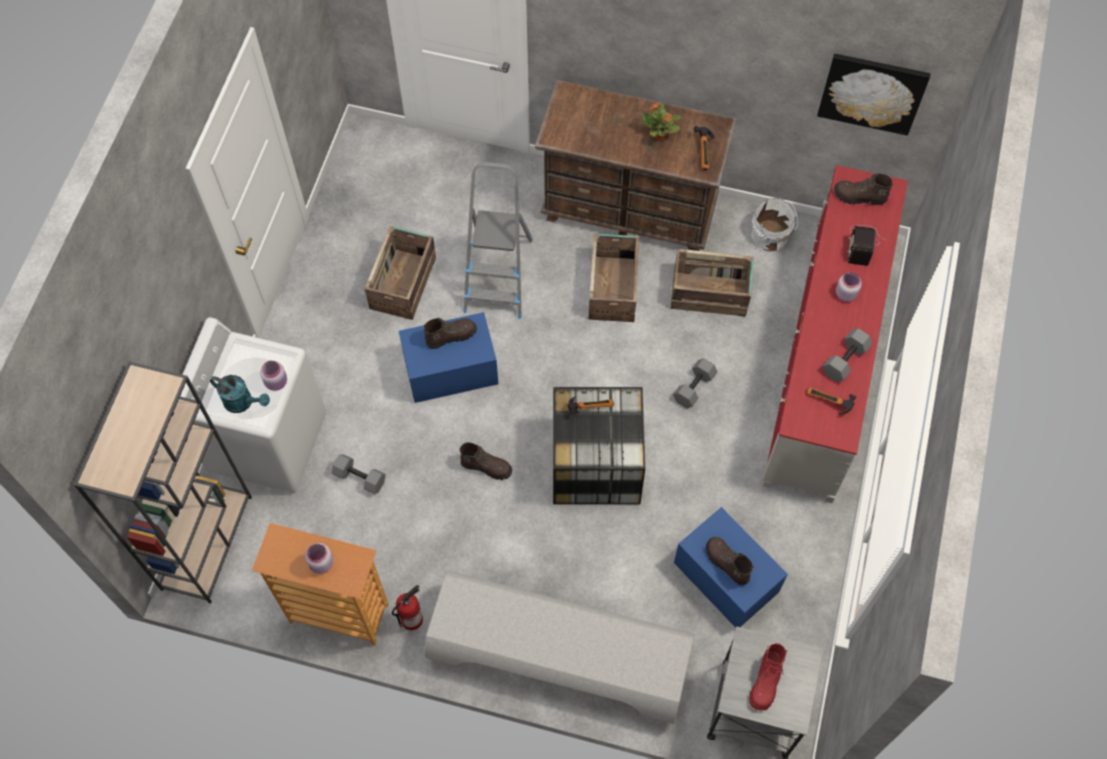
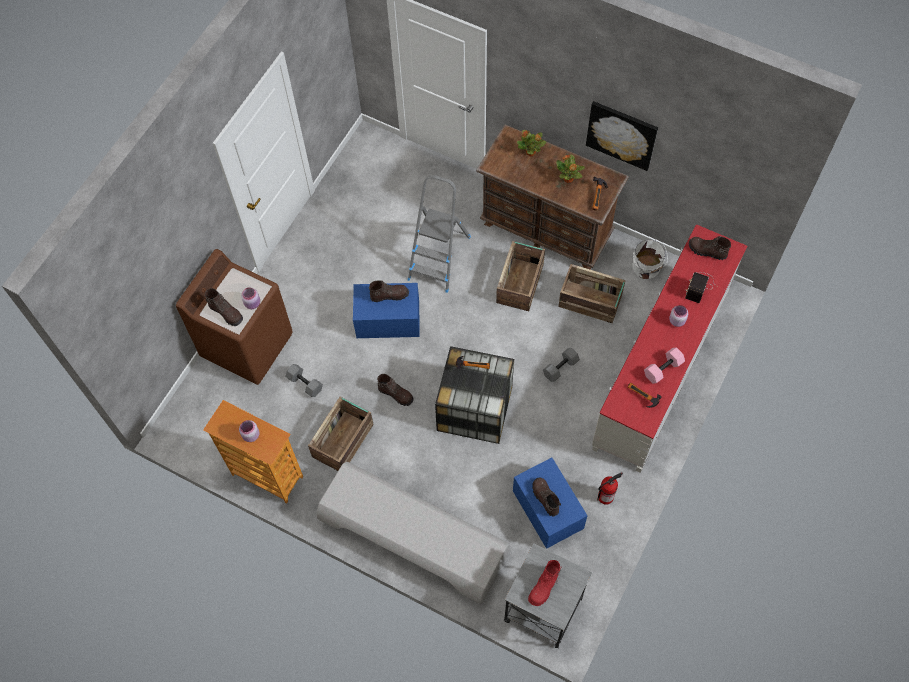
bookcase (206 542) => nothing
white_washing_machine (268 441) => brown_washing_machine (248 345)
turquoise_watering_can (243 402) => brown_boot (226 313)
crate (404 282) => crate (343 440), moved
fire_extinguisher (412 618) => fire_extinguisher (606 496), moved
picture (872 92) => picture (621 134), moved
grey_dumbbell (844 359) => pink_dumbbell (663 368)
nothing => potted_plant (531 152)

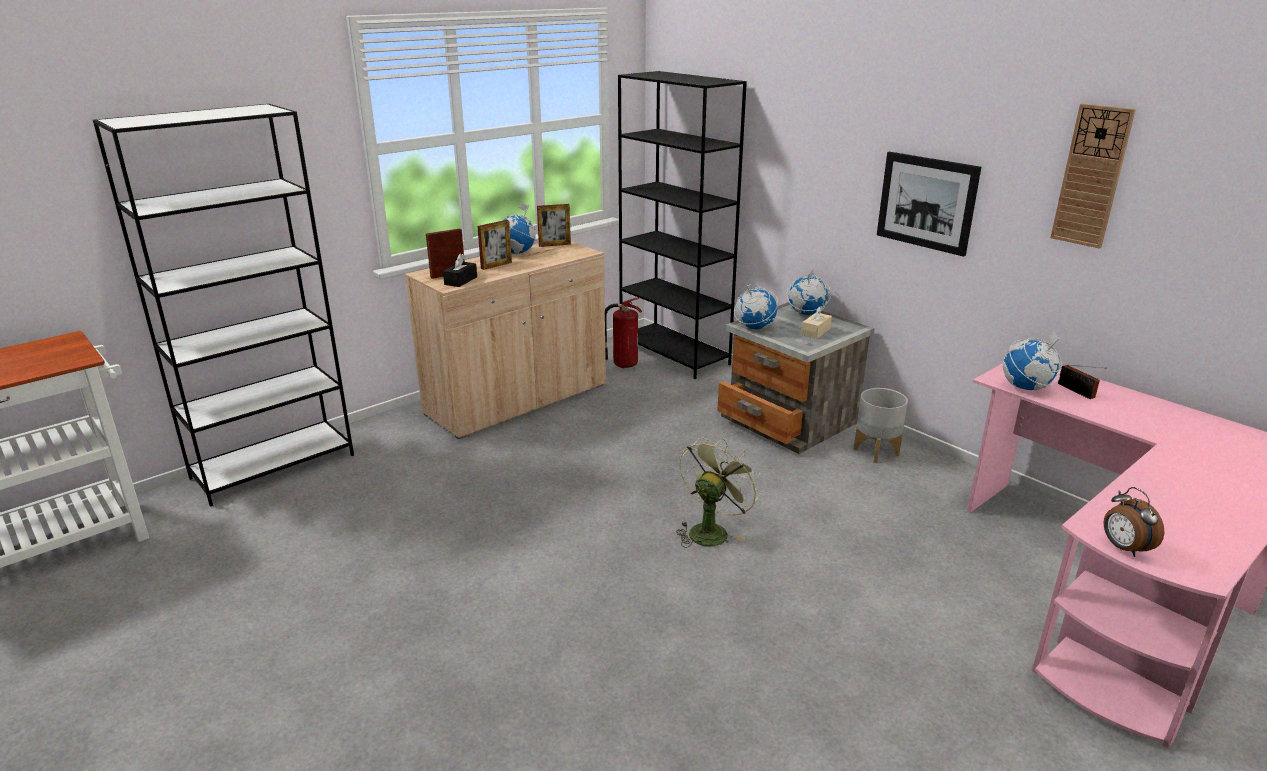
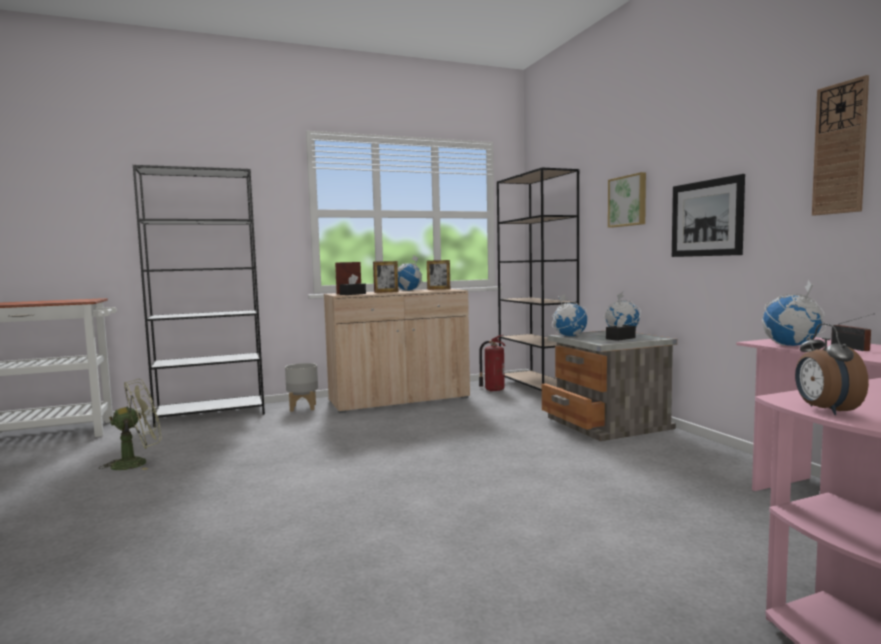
black_bookcase (675 354) => beige_bookcase (537 388)
green_fan (711 530) => green_fan (137 463), moved
beige_tissue_box (815 332) => black_tissue_box (620 338)
grey_planter (876 451) => grey_planter (303 408), moved
nothing => picture (628 201)

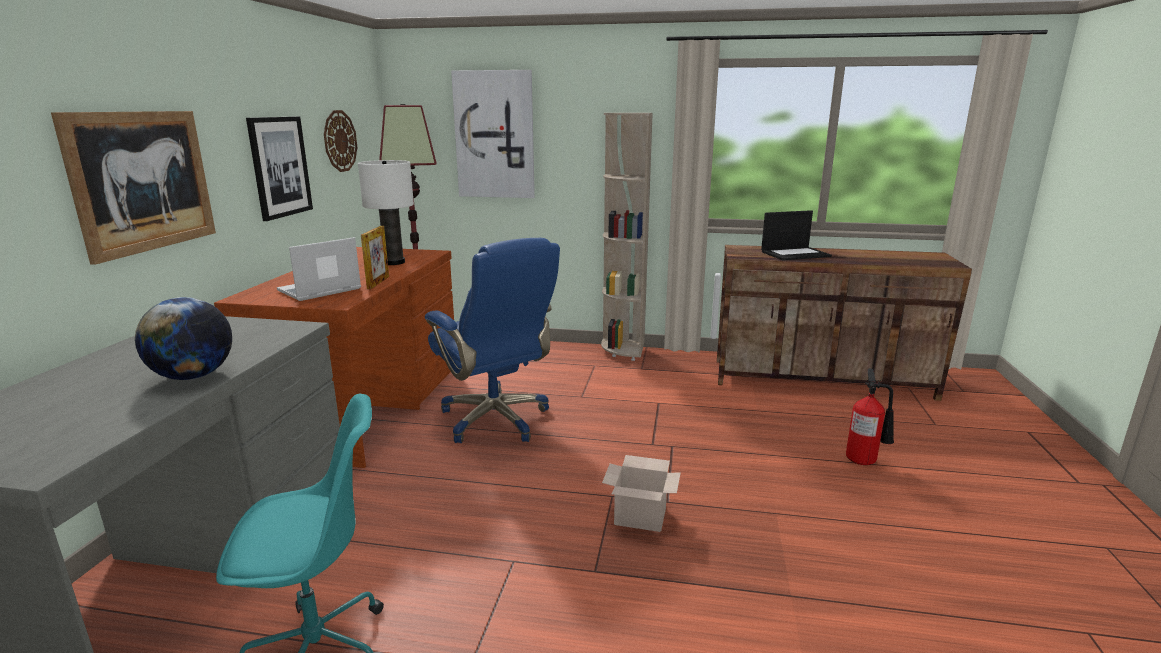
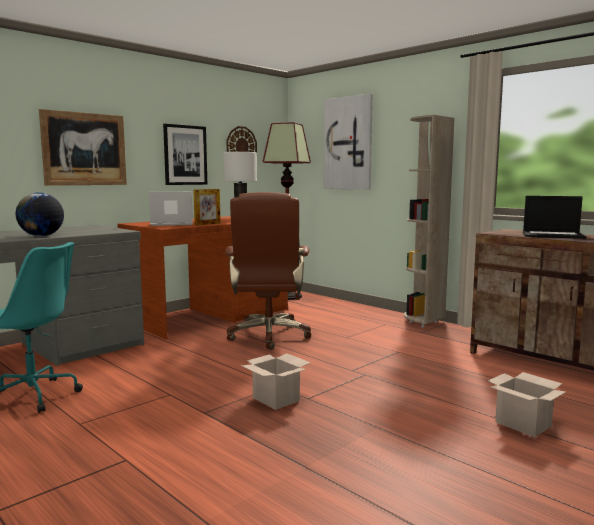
blue_office_chair (495 422) => brown_office_chair (268 337)
fire_extinguisher (864 460) => cardboard_box (524 424)

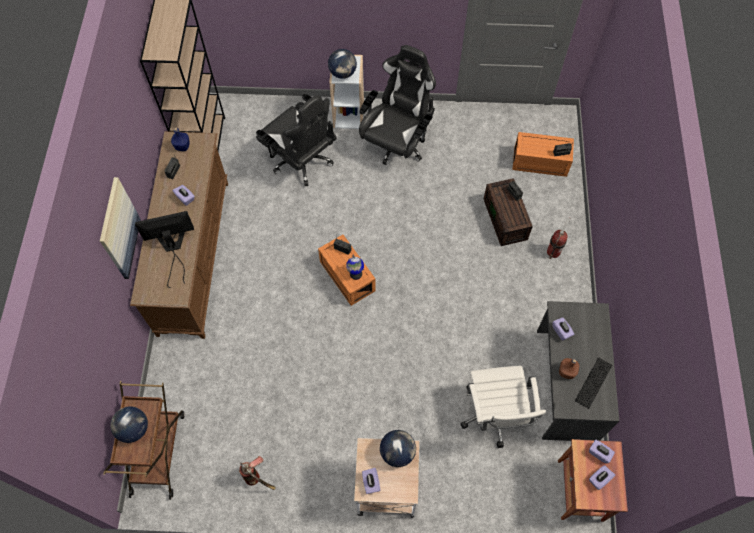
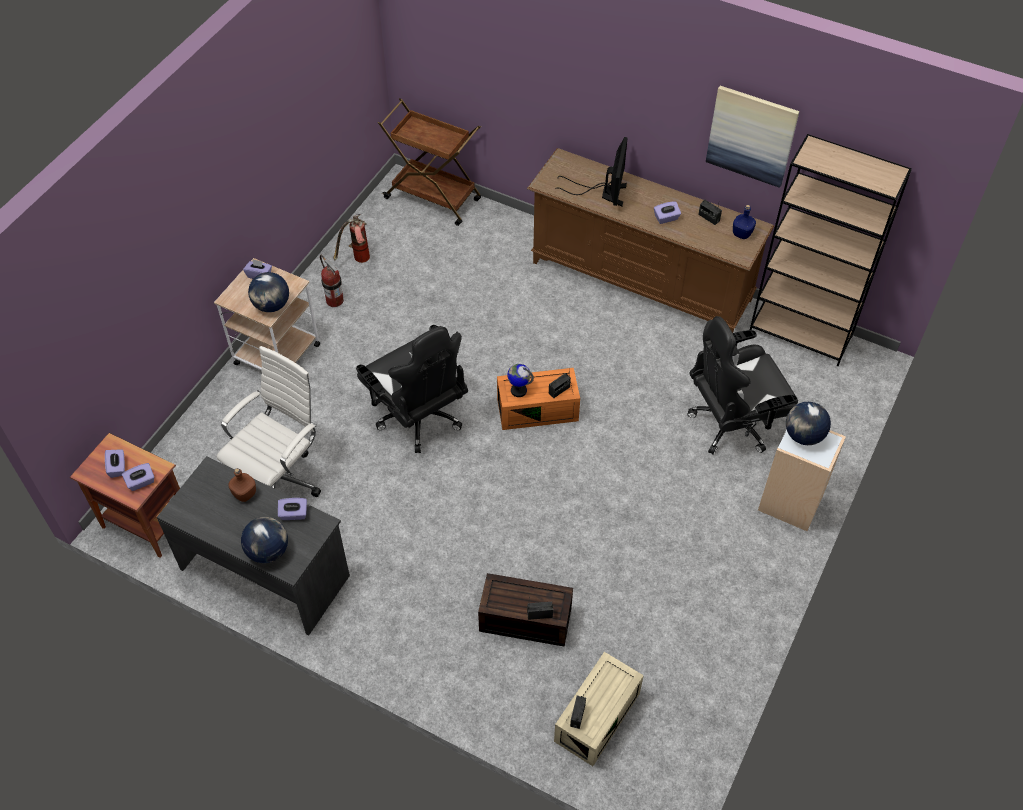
picture (119 229) => picture (751 135), moved
globe (133 429) => globe (268 551), moved
black_office_chair (397 145) => black_office_chair (416 414), moved
white_office_chair (494 416) => white_office_chair (280 480), 105 degrees clockwise
orange_storage_box (539 162) => beige_storage_box (596 715)
fire_extinguisher (553 251) => fire_extinguisher (334 300), moved
keyboard (593 382) => nothing

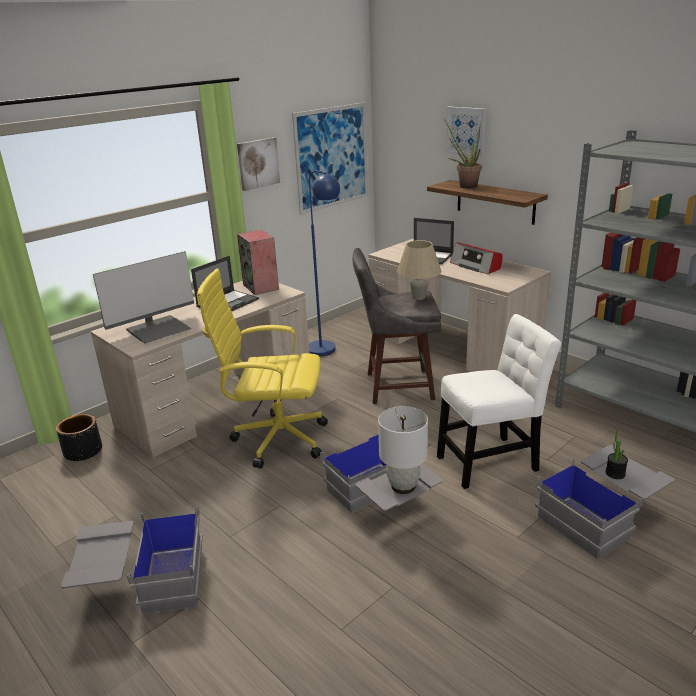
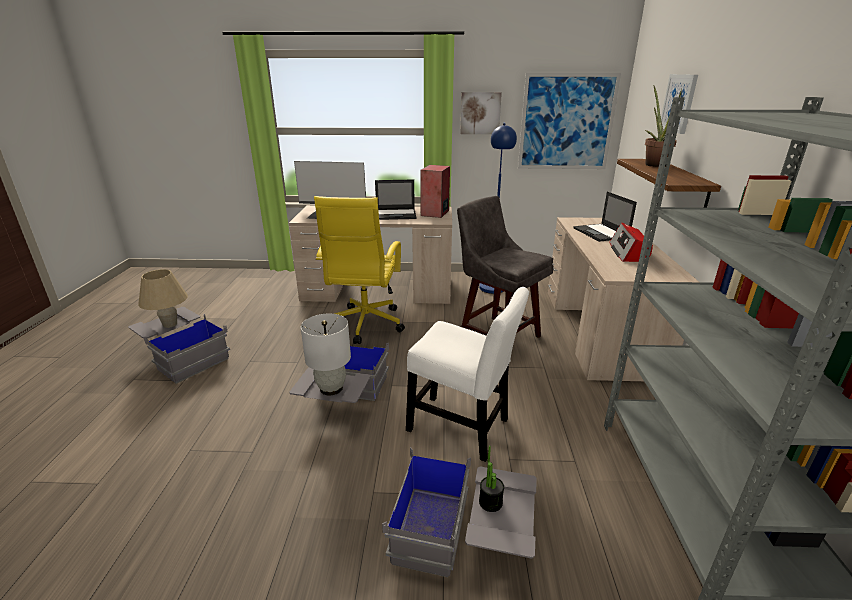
black_planter (83 451) => nothing
yellow_office_chair (275 439) => yellow_office_chair (365 326), 135 degrees counterclockwise
beige_table_lamp (419 297) => beige_table_lamp (170 324), moved

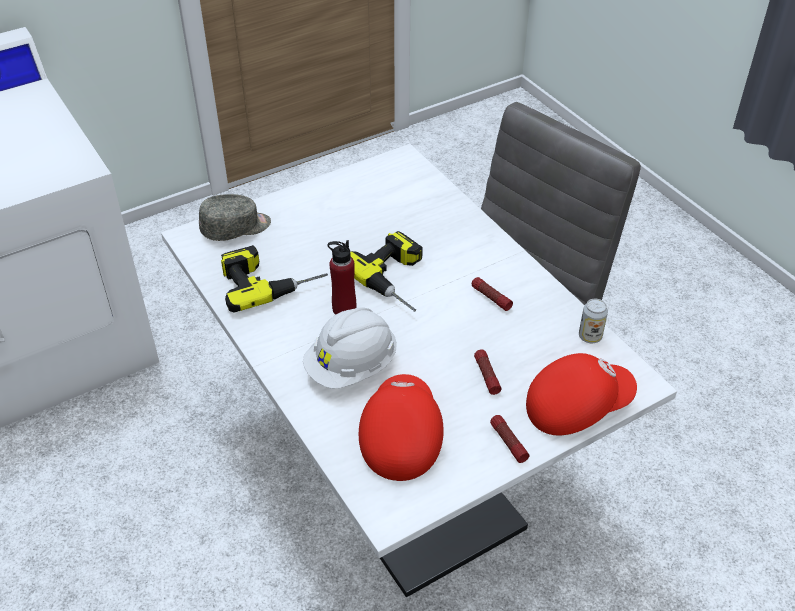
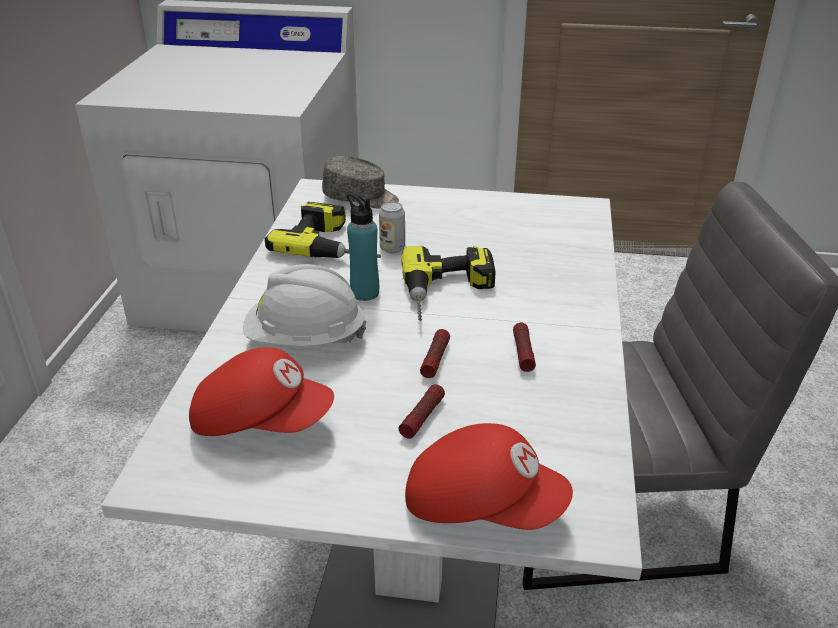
red_bottle (344 309) => turquoise_bottle (364 293)
red_cap (400 438) => red_cap (261 420), 60 degrees clockwise
flashlight (508 442) => flashlight (435 359), moved
can (590 336) => can (392 248), moved

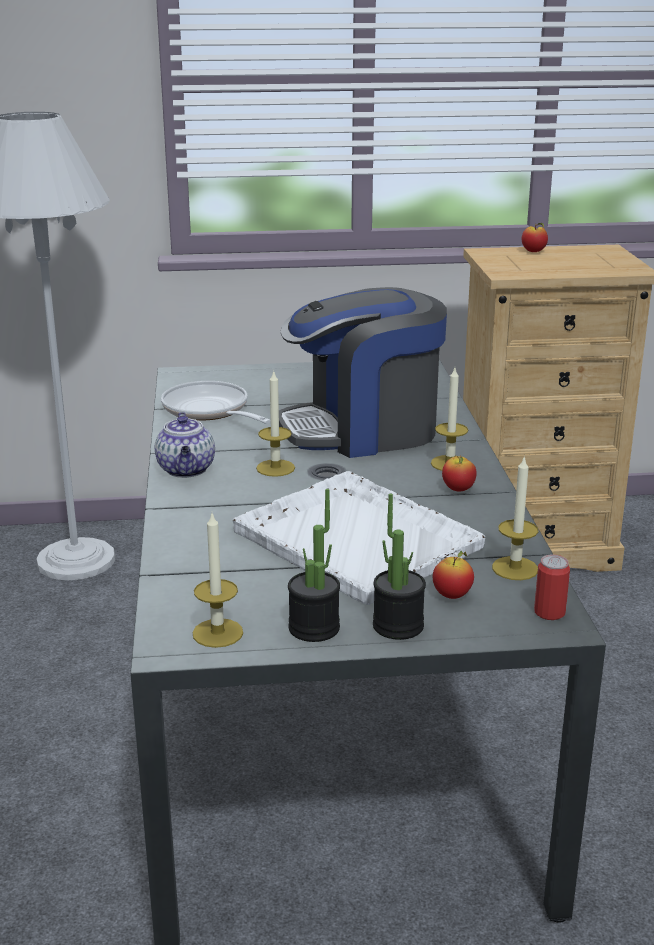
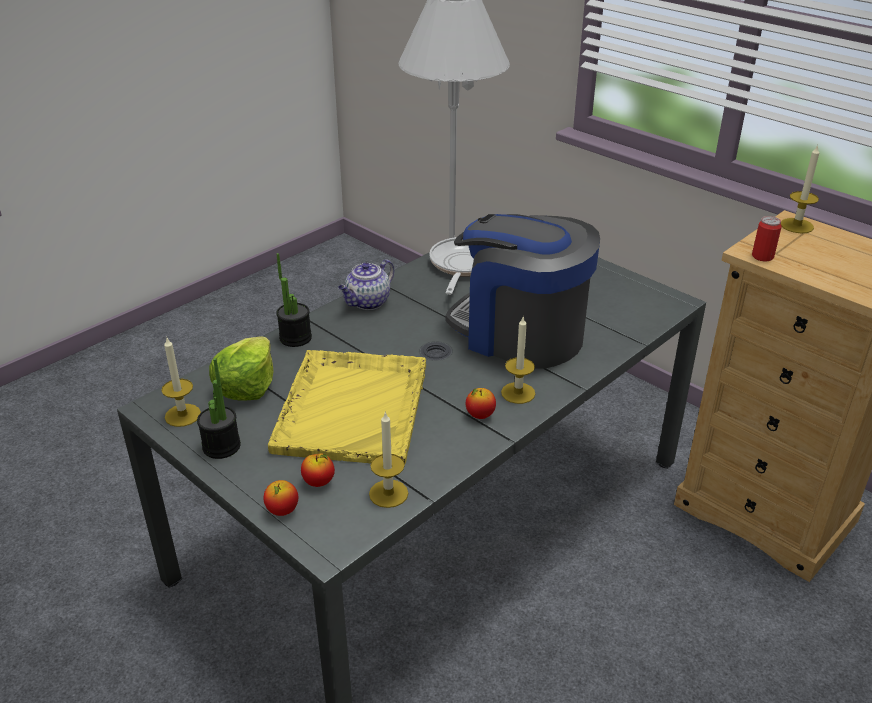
white_tray (355 538) => yellow_tray (353 407)
candle (275 468) => candle (797 225), moved
potted_plant (398 626) => potted_plant (295 338), moved
apple (533 252) => apple (282 511), moved
can (549 612) => can (762 256), moved
nothing => lettuce (246 386)

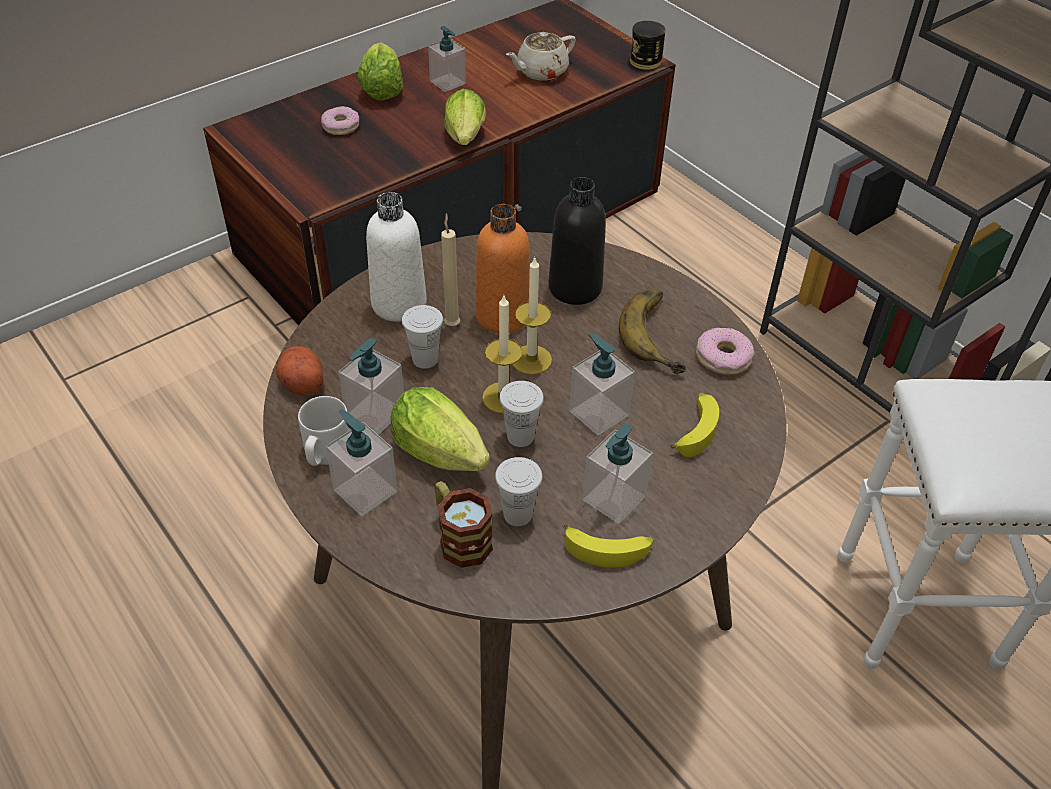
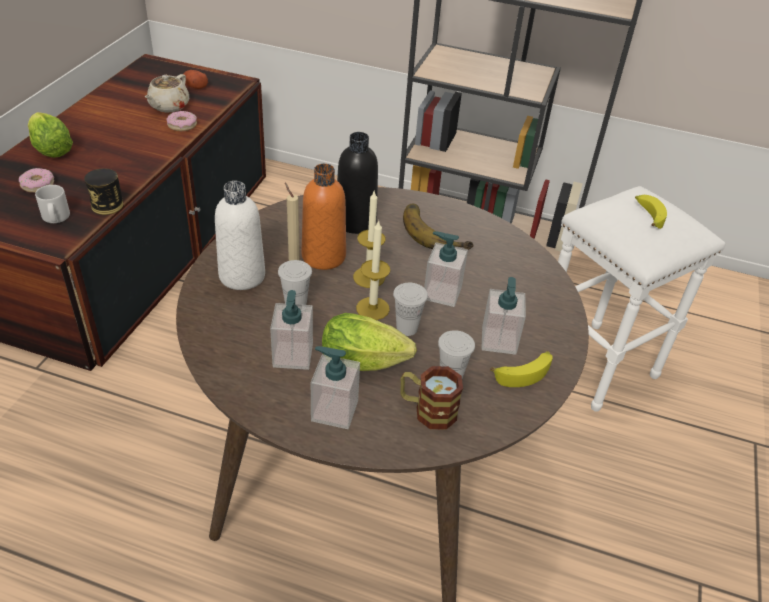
potato (301 381) => potato (195 86), moved
grey_mug (325 452) => grey_mug (56 218), moved
soap_dispenser (448 82) => nothing
lettuce (465 139) => nothing
can (645 61) => can (107 205), moved
banana (695 429) => banana (648 215), moved
donut (723 358) => donut (182 125), moved

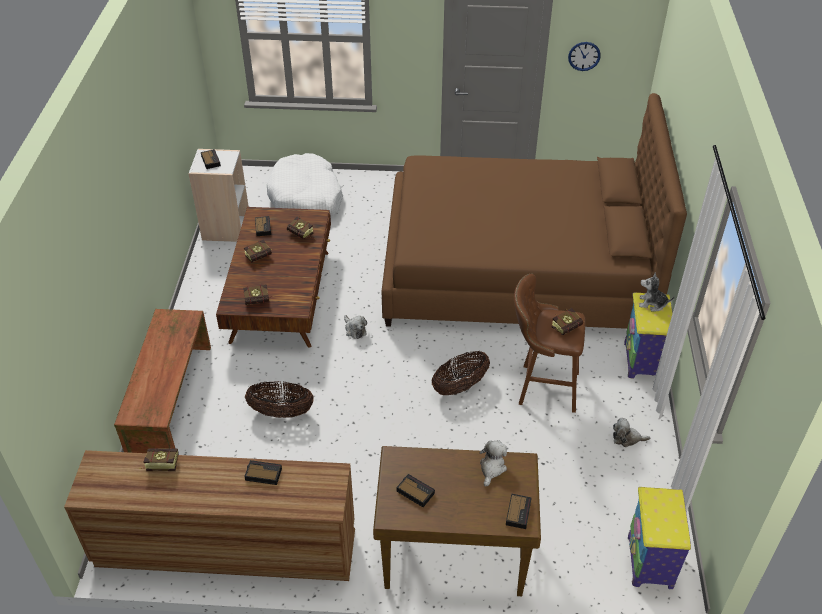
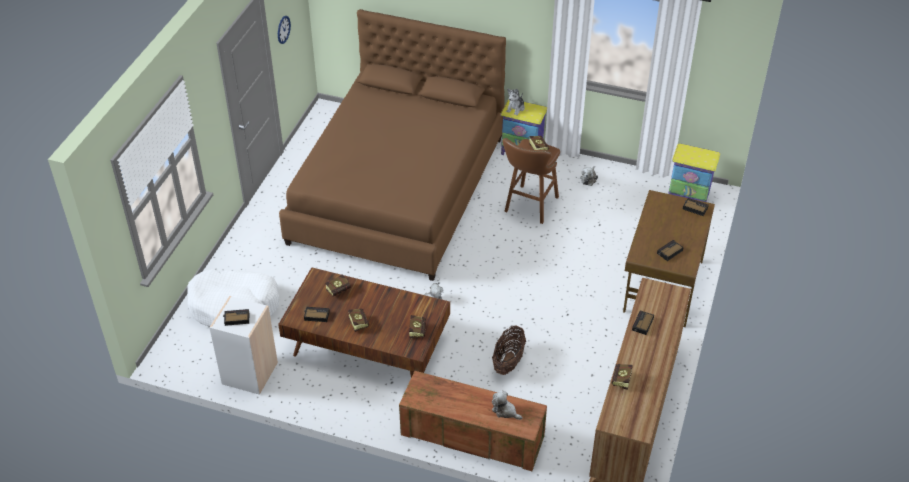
basket (460 386) => nothing
plush_toy (492 468) => plush_toy (505 411), moved

